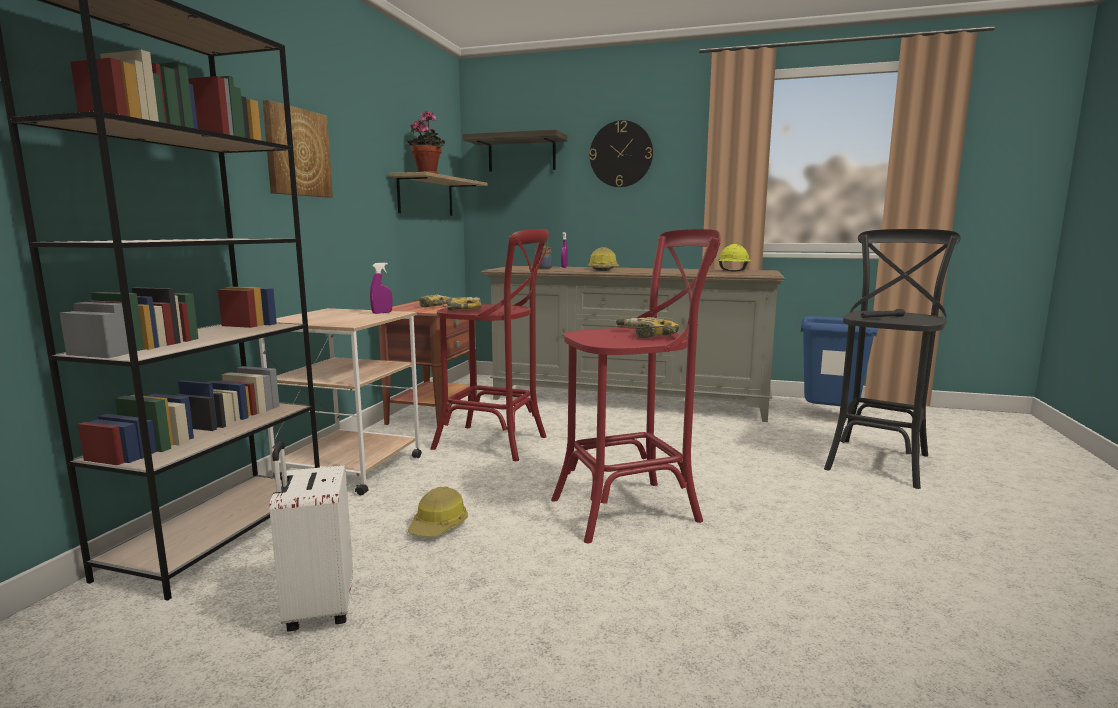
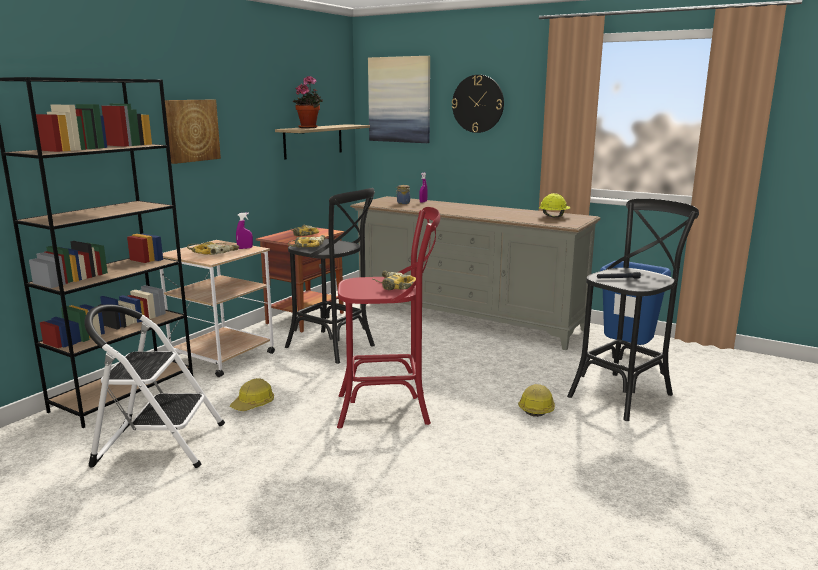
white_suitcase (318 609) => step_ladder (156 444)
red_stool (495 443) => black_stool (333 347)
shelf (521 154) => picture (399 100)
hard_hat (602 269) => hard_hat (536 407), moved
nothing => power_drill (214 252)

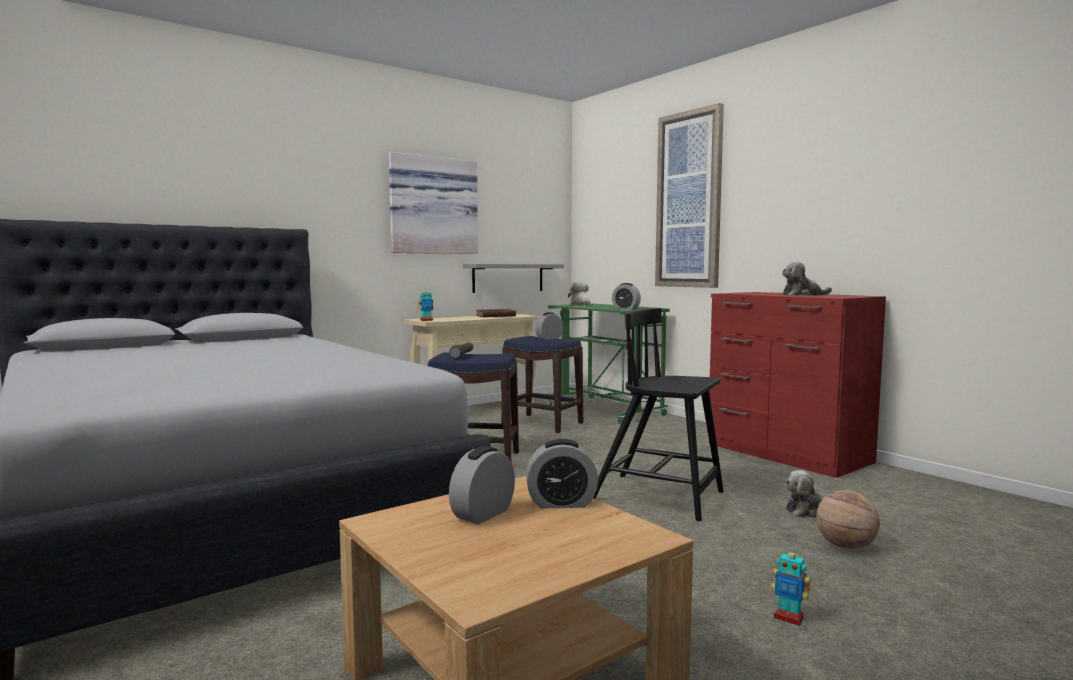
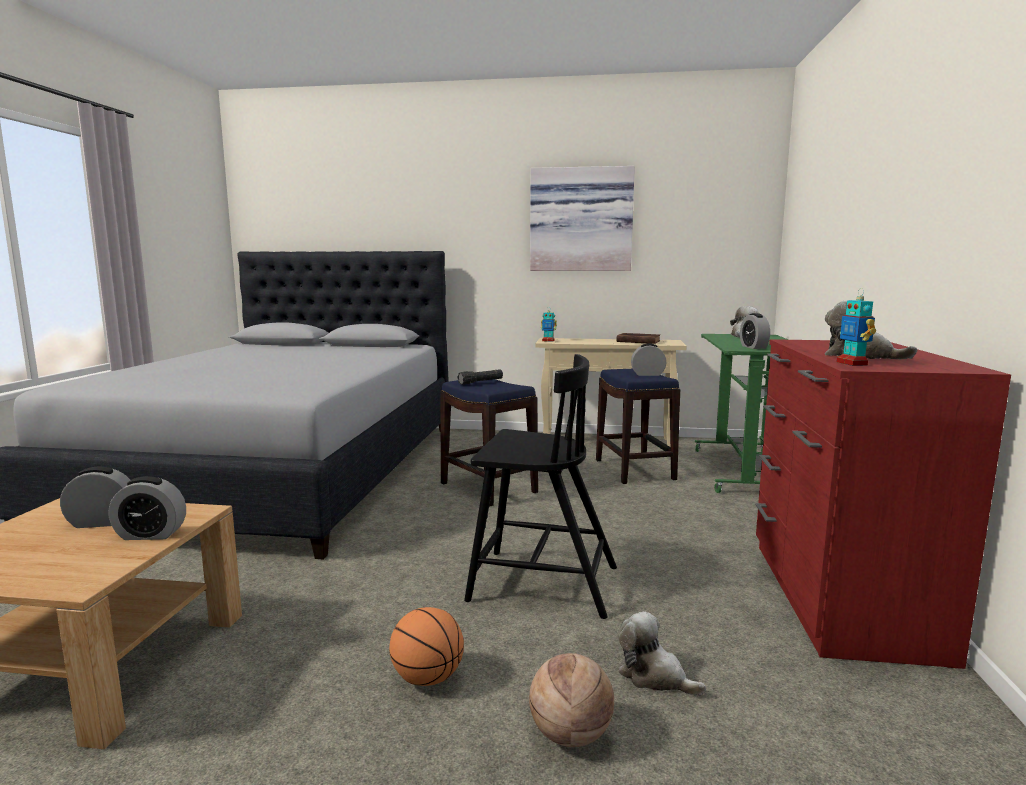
grey_shelf (508 278) => nothing
alarm_clock (561 503) => alarm_clock (151 534), 45 degrees counterclockwise
black_chair (660 496) => black_chair (540 583), 120 degrees clockwise
picture (689 200) => nothing
toy_robot (788 618) => toy_robot (852 363), moved
nothing => basketball (427 678)

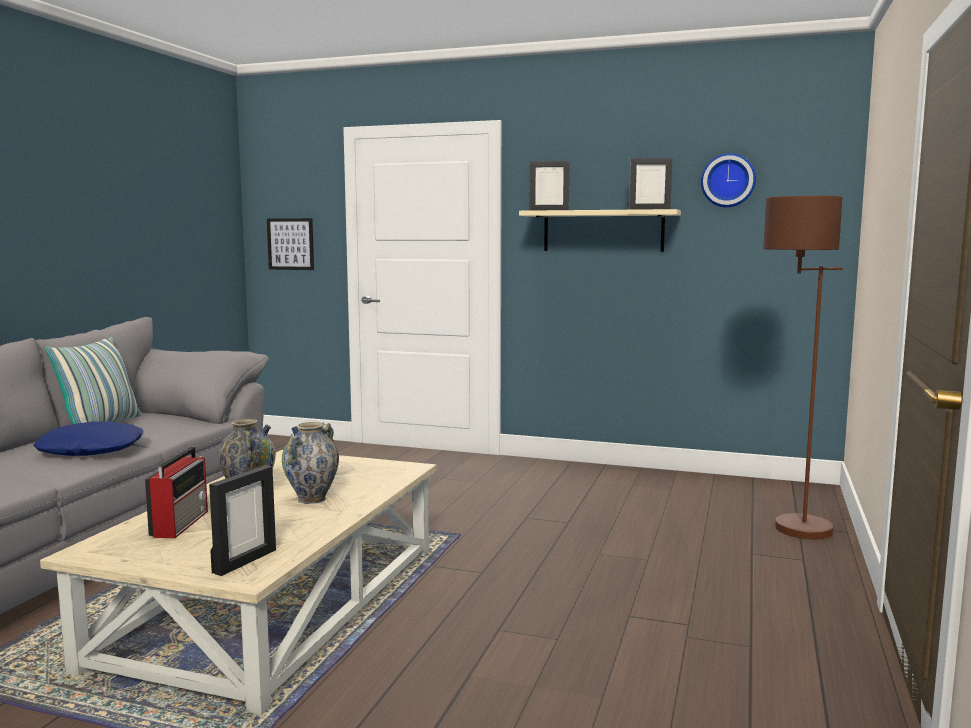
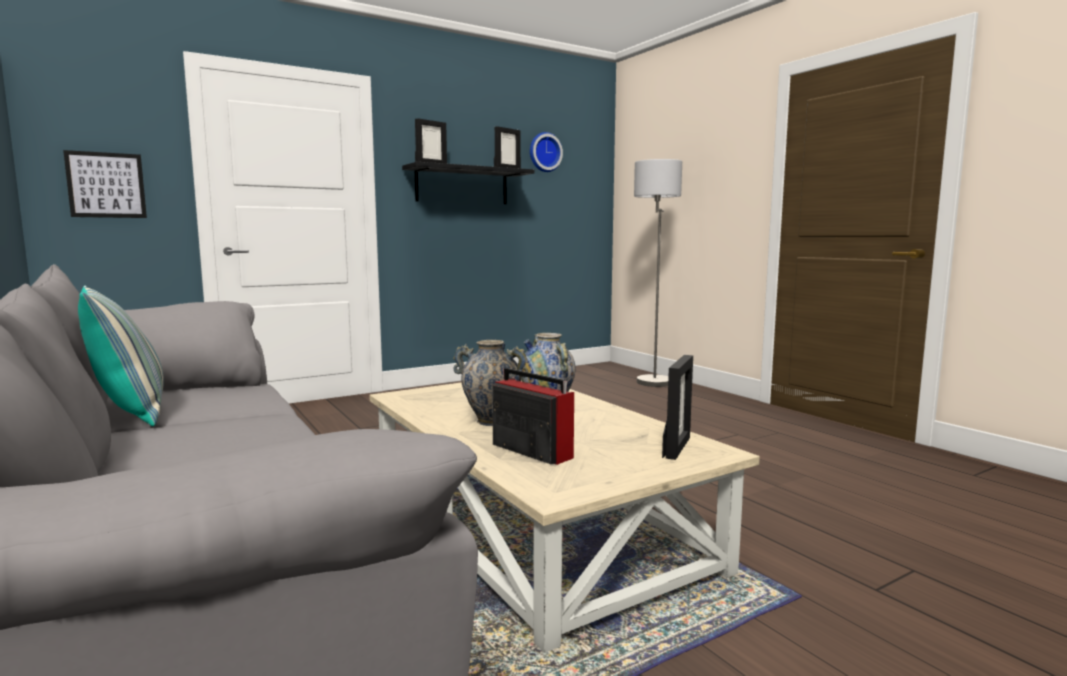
blue_pillow (92 449) => nothing
picture_frame (245 561) => picture_frame (676 447), 45 degrees clockwise
beige_shelf (603 231) => black_shelf (462 186)
brown_floor_lamp (790 531) => grey_floor_lamp (652 385)

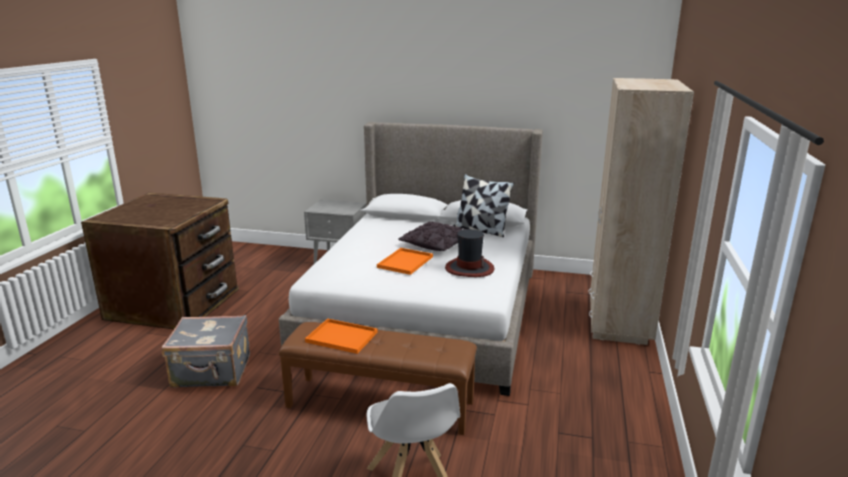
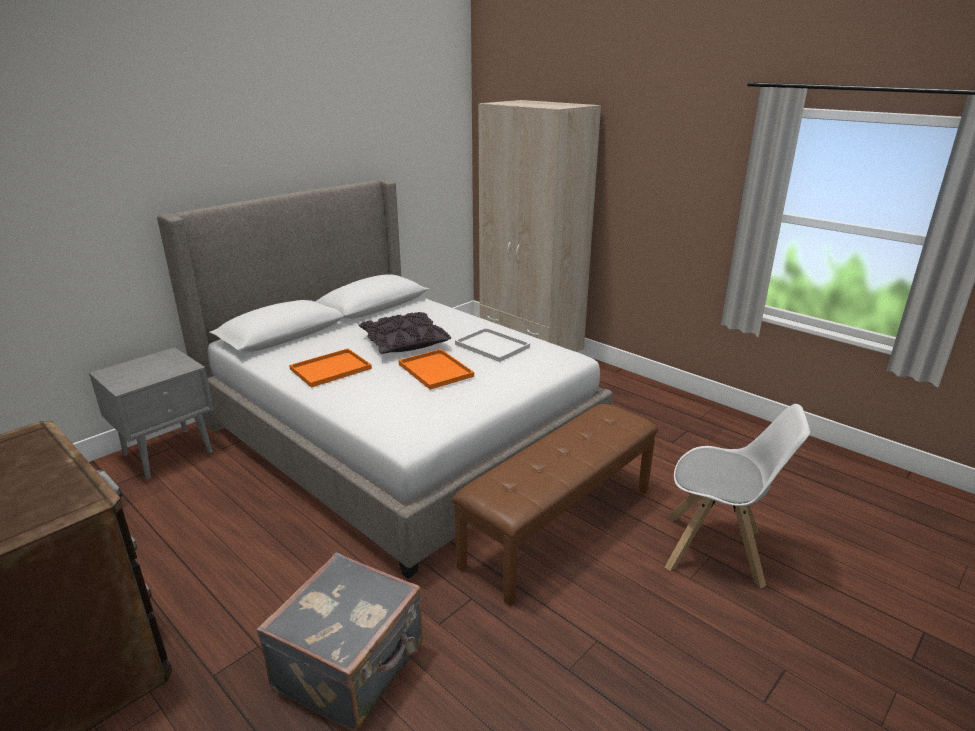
orange_tray (343 337) => orange_tray (331 368), moved
hat (469 268) => white_tray (490 346)
pillow (481 230) => nothing

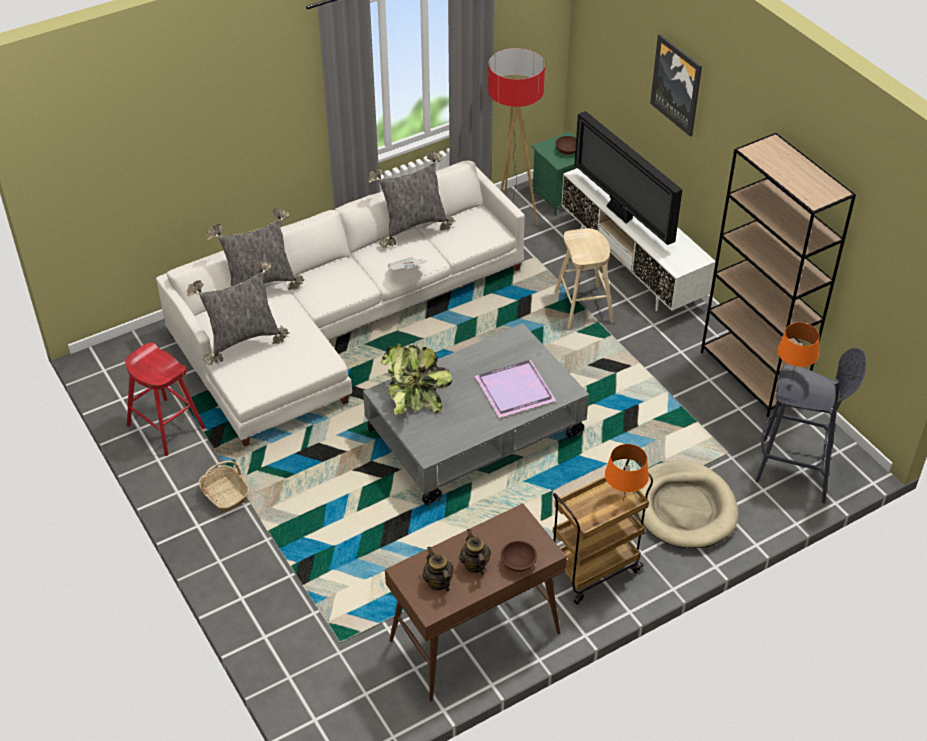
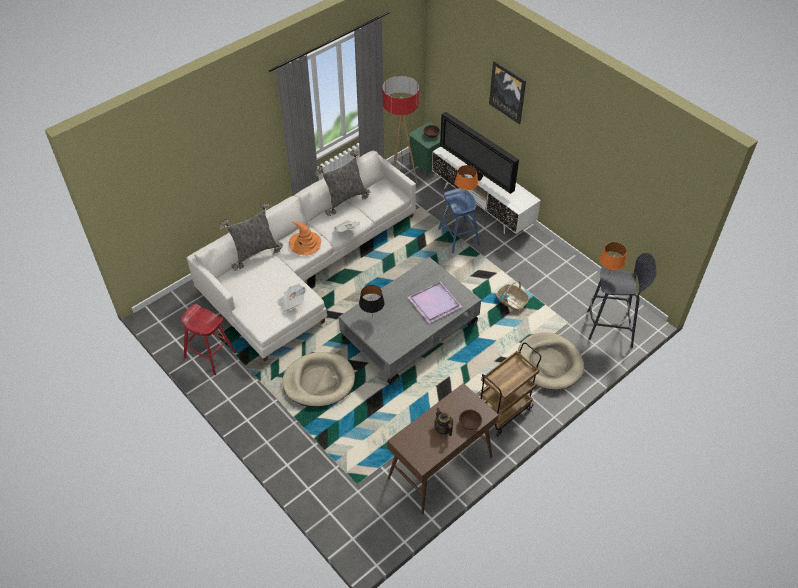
pillow (243 344) => nothing
basket (225 494) => basket (511 301), moved
potted_plant (413 398) => black_table_lamp (372 317)
teapot (438 582) => nothing
beige_stool (583 307) => blue_stool (458 237)
orange_table_lamp (622 500) => orange_table_lamp (465 197), moved
beige_bookcase (753 375) => nothing
nothing => newspaper (292 302)
nothing => beige_dog_bed (319 381)
nothing => orange_hat (305 244)

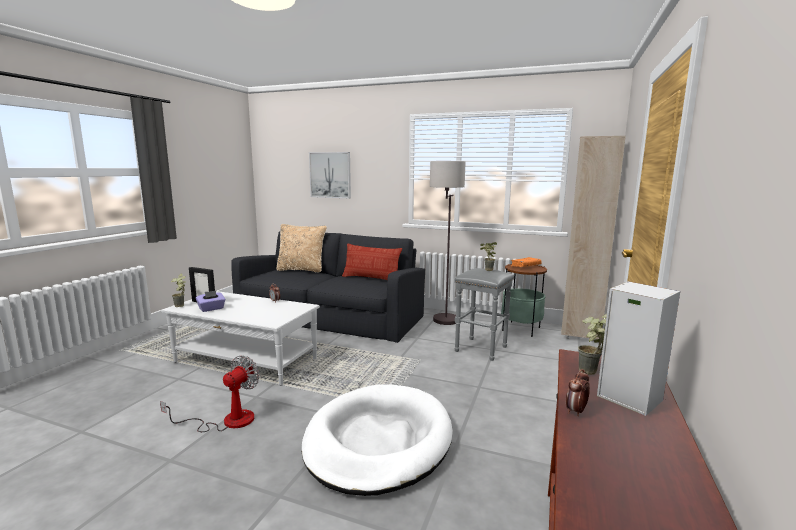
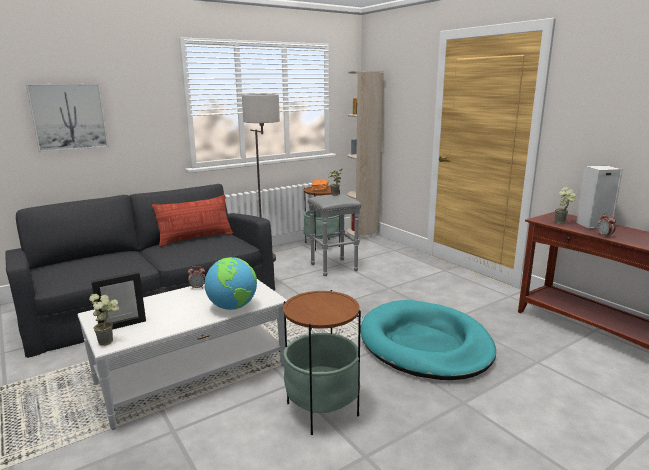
fan (227 421) => side_table (322 409)
purple_tissue_box (211 309) => nothing
beige_pillow (301 271) => nothing
white_dog_bed (378 441) => turquoise_dog_bed (425 344)
nothing => globe (233 307)

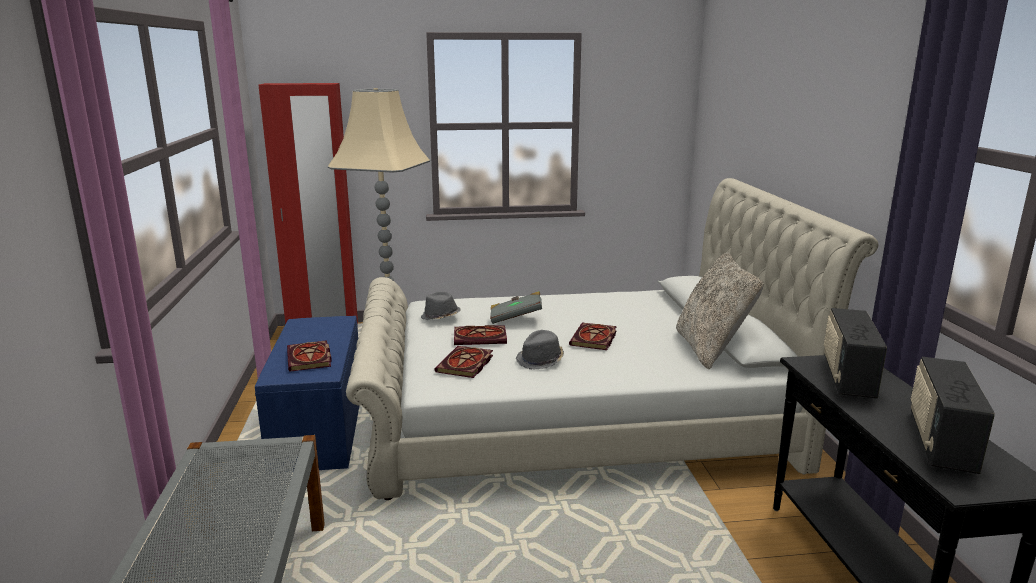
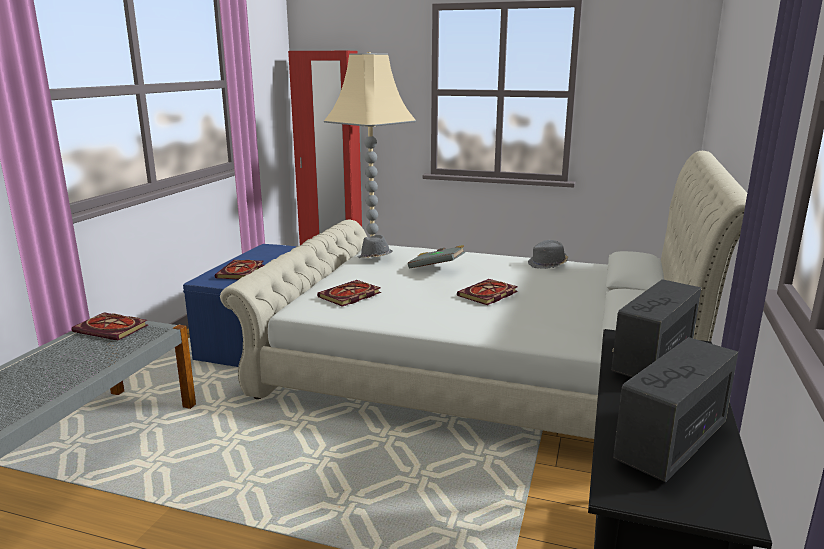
book (481 337) => book (113 329), moved
grey_hat (540 360) => grey_hat (548 264), moved
beige_pillow (711 348) => nothing

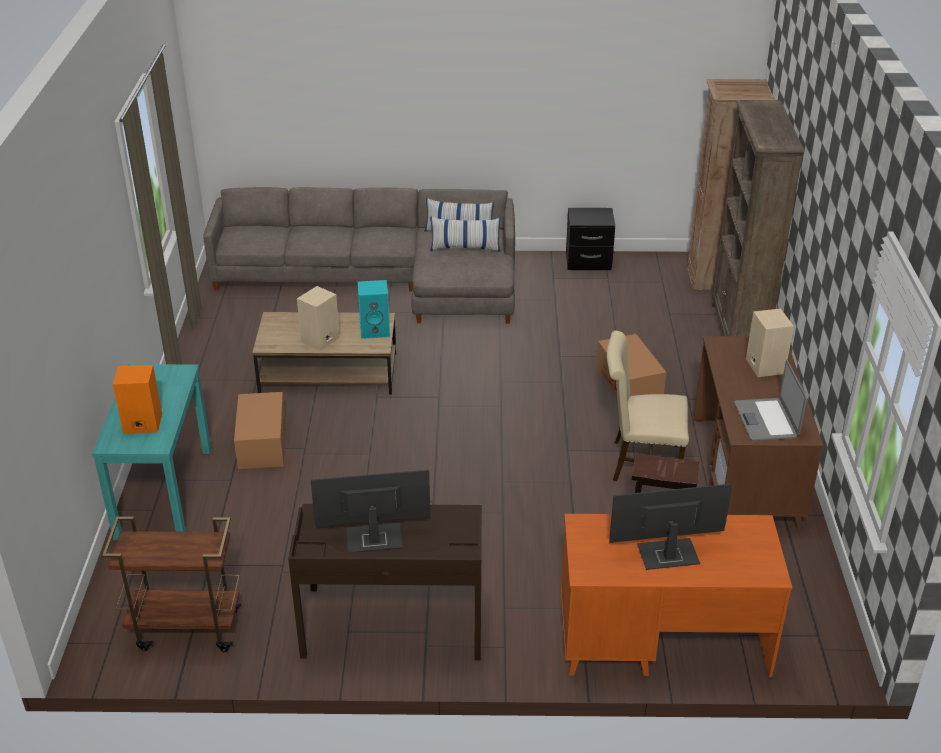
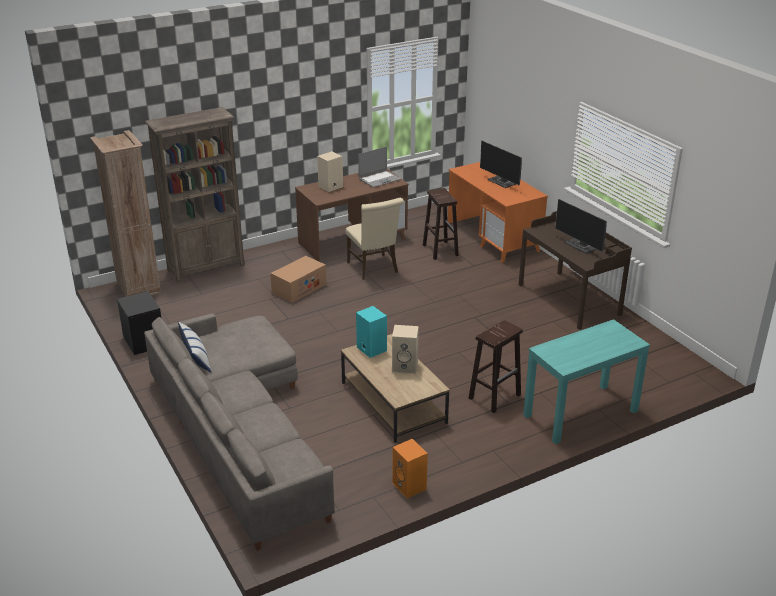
brown_cart (185 630) => nothing
orange_speaker (141 424) => orange_speaker (410 486), moved
cardboard_box (262 443) => brown_stool (495 396)
pillow (465 247) => nothing

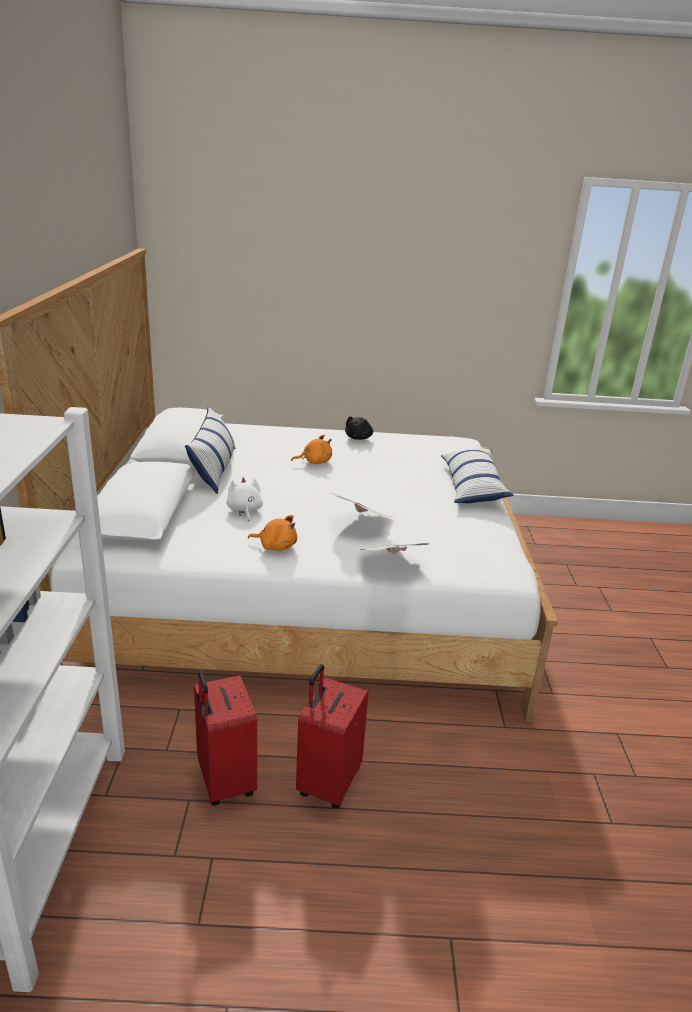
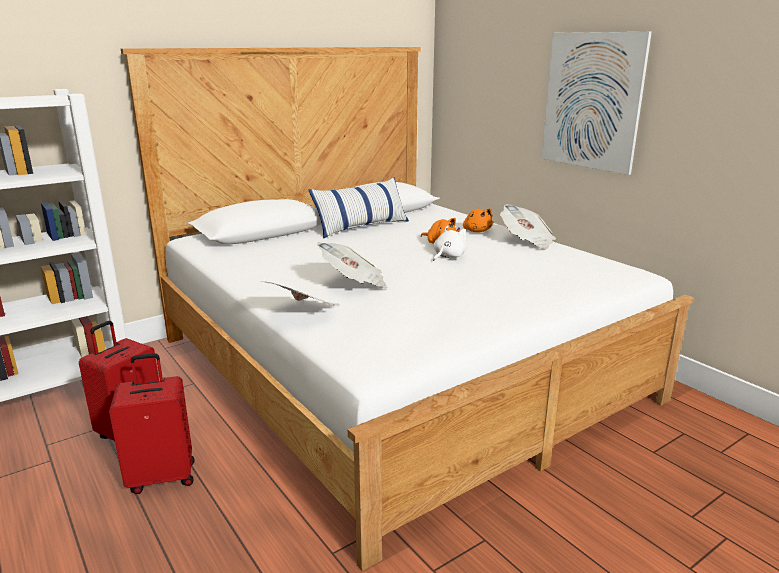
white_plush_toy (244 511) => white_plush_toy (448 257), moved
orange_plush_toy (276 546) => orange_plush_toy (476 231), moved
black_plush_toy (359 438) => newspaper (527 241)
pillow (472 486) => nothing
nothing => picture (592 101)

